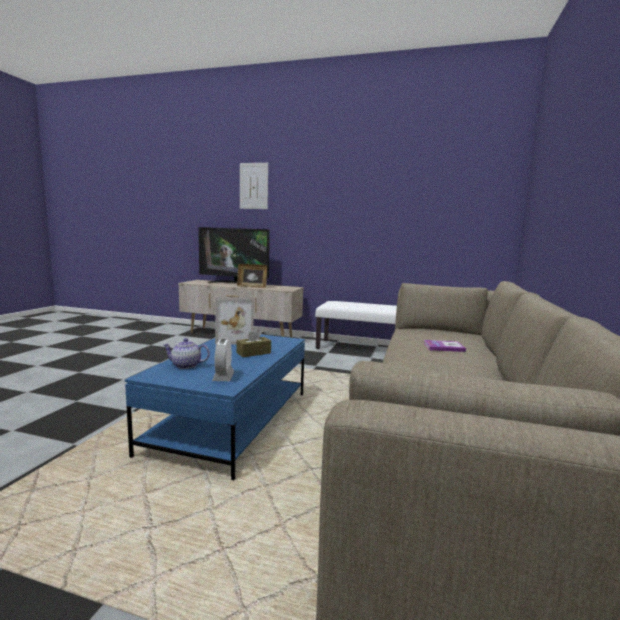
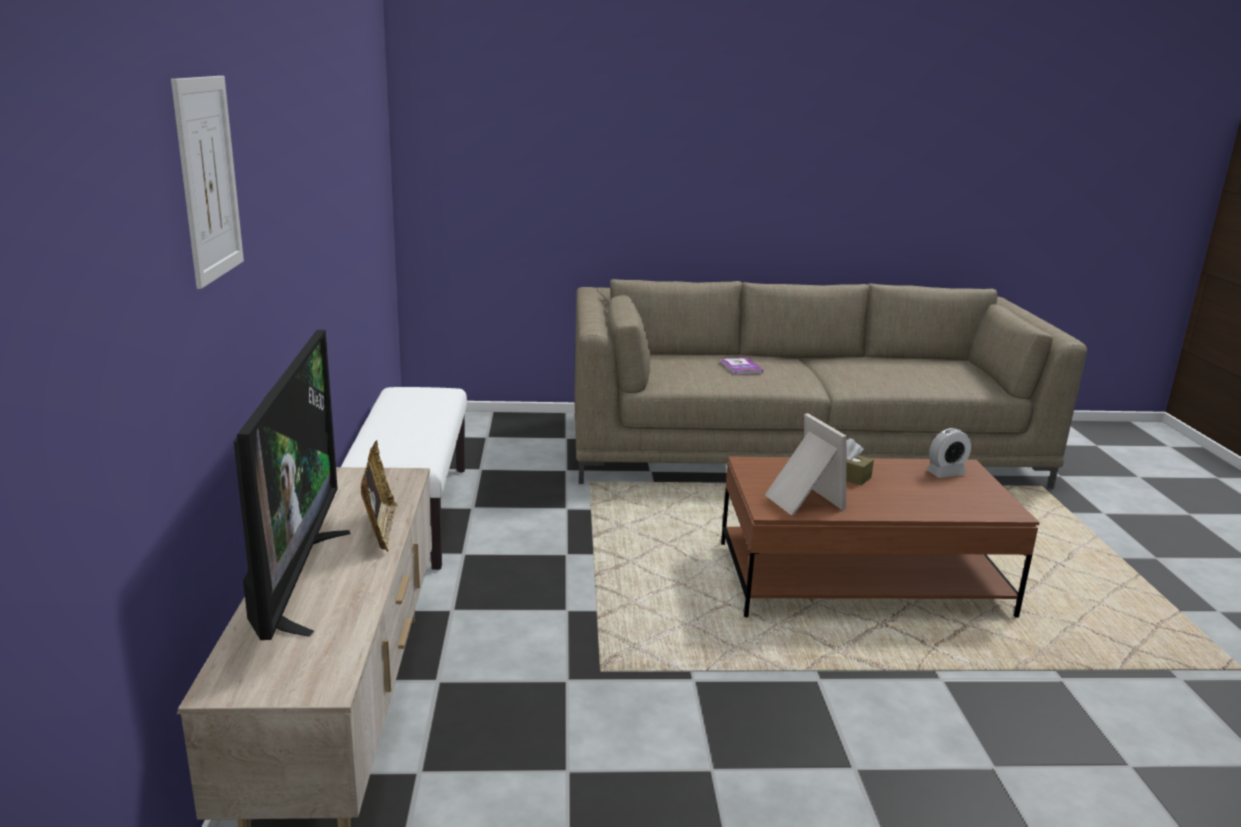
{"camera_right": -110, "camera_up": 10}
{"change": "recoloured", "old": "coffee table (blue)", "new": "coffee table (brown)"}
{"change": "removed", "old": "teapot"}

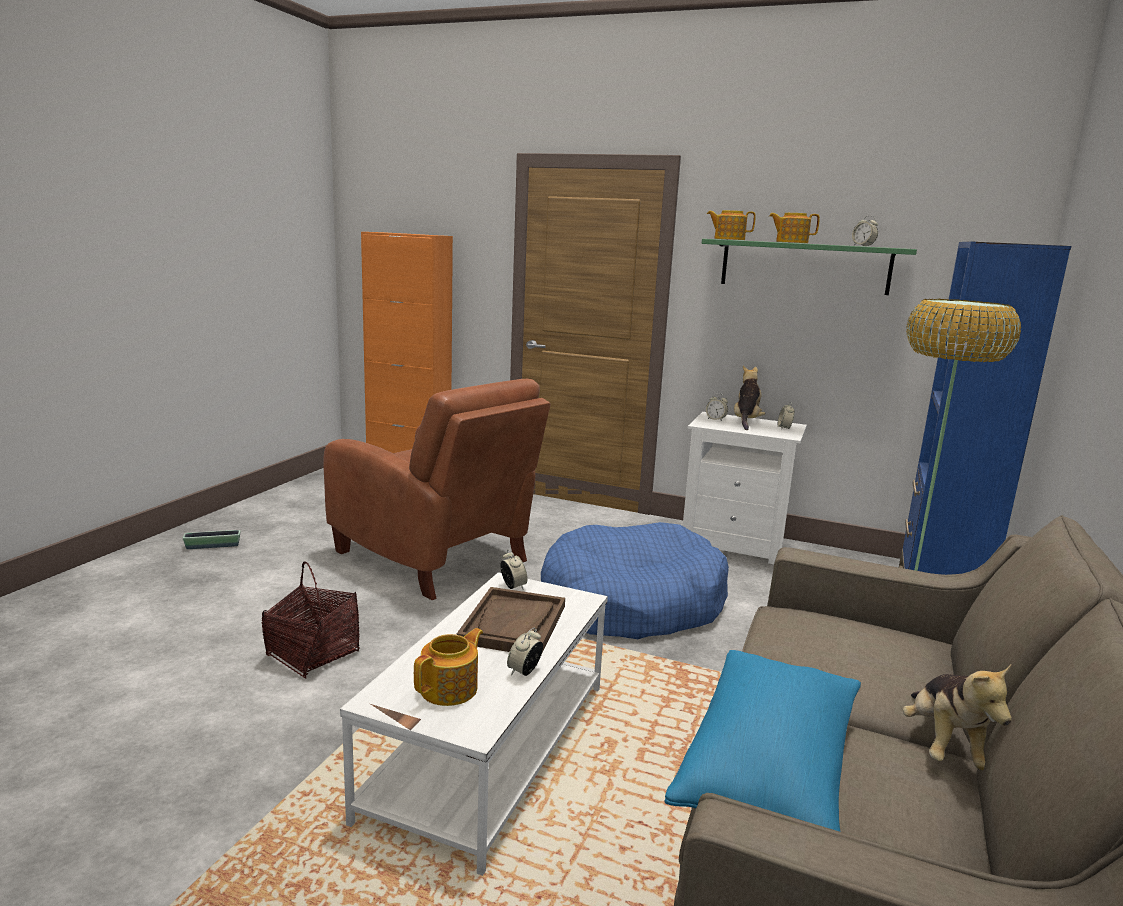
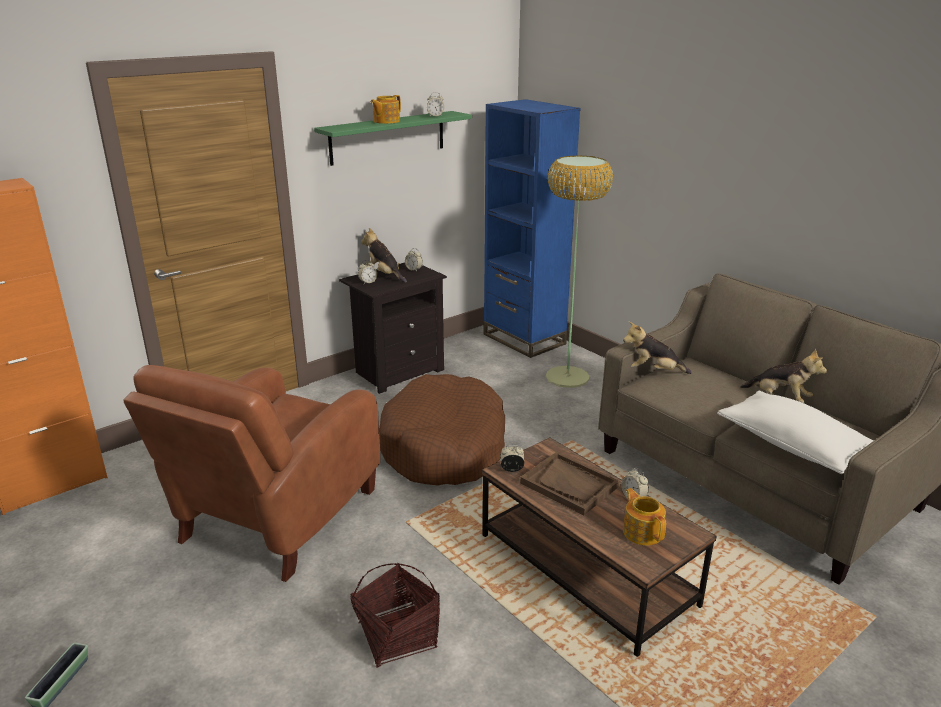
{"camera_right": -60, "camera_up": 10}
{"change": "turned", "old": "armchair (brown)", "degrees": 135}
{"change": "recoloured", "old": "nightstand (white)", "new": "nightstand (black)"}
{"change": "recoloured", "old": "dog bed (blue)", "new": "dog bed (brown)"}
{"change": "recoloured", "old": "coffee table (white)", "new": "coffee table (brown)"}
{"change": "added", "new": "plush toy (2nd from left)"}
{"change": "recoloured", "old": "pillow (blue)", "new": "pillow (white)"}
{"change": "removed", "old": "teapot (2nd from left)"}

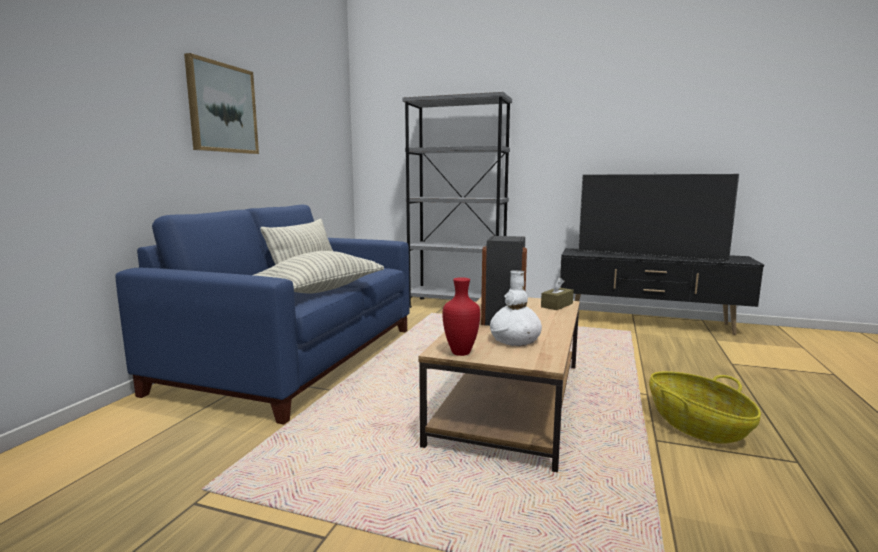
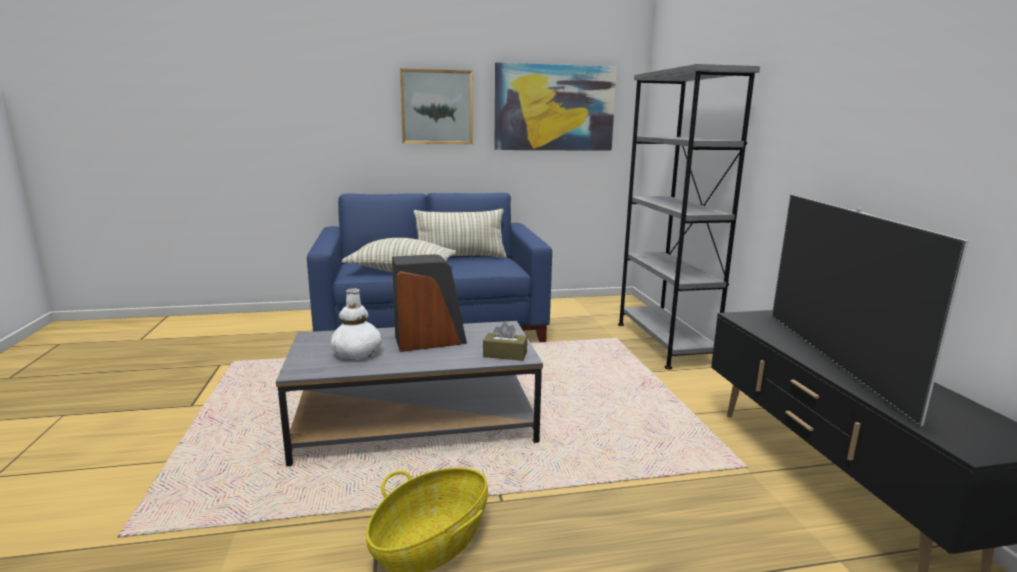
{"camera_right": 60, "camera_up": 5}
{"change": "recoloured", "old": "coffee table (brown)", "new": "coffee table (grey)"}
{"change": "added", "new": "picture (2nd from left)"}
{"change": "removed", "old": "vase (red)"}

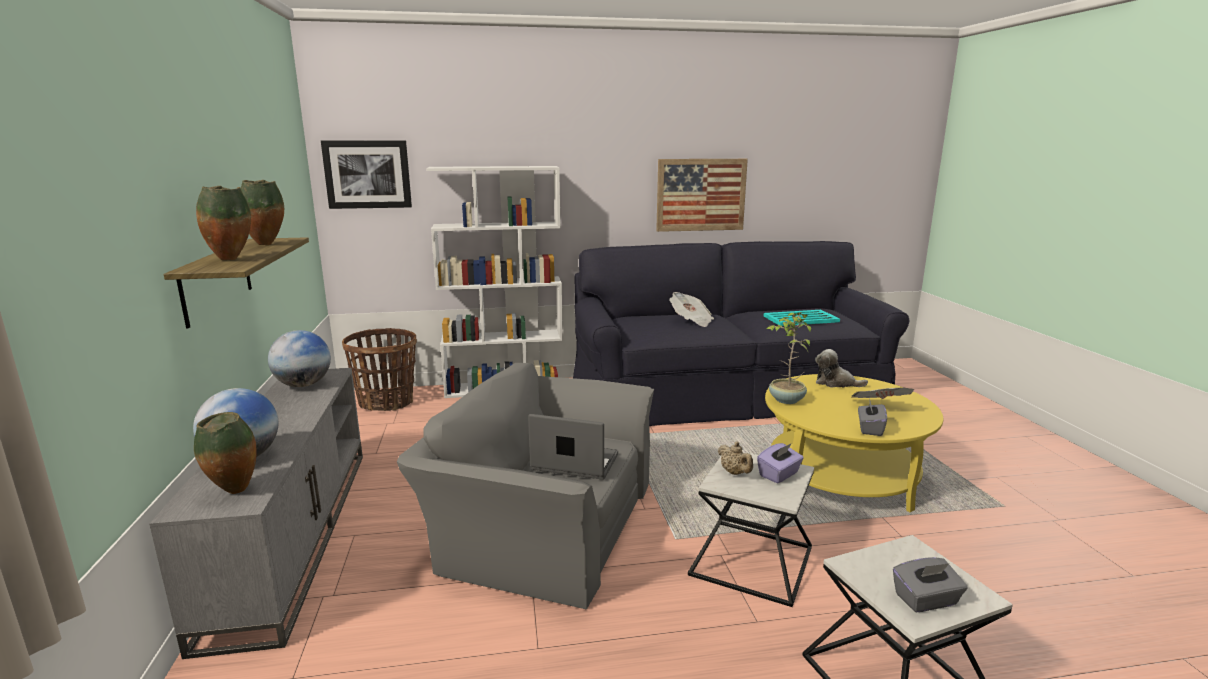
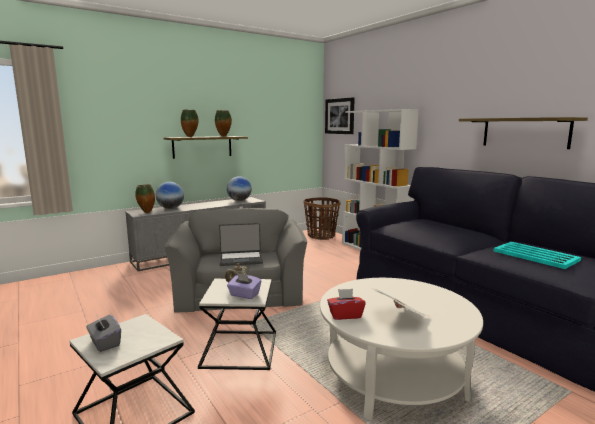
{"camera_right": 65, "camera_up": -5}
{"change": "turned", "old": "laptop", "degrees": 90}
{"change": "recoloured", "old": "coffee table (yellow)", "new": "coffee table (white)"}
{"change": "recoloured", "old": "tissue box (grey) (1st from left)", "new": "tissue box (red)"}
{"change": "replaced", "old": "picture (2nd from left)", "new": "shelf (2nd from left)"}
{"change": "removed", "old": "newspaper (1st from left)"}
{"change": "removed", "old": "potted plant"}
{"change": "removed", "old": "plush toy"}

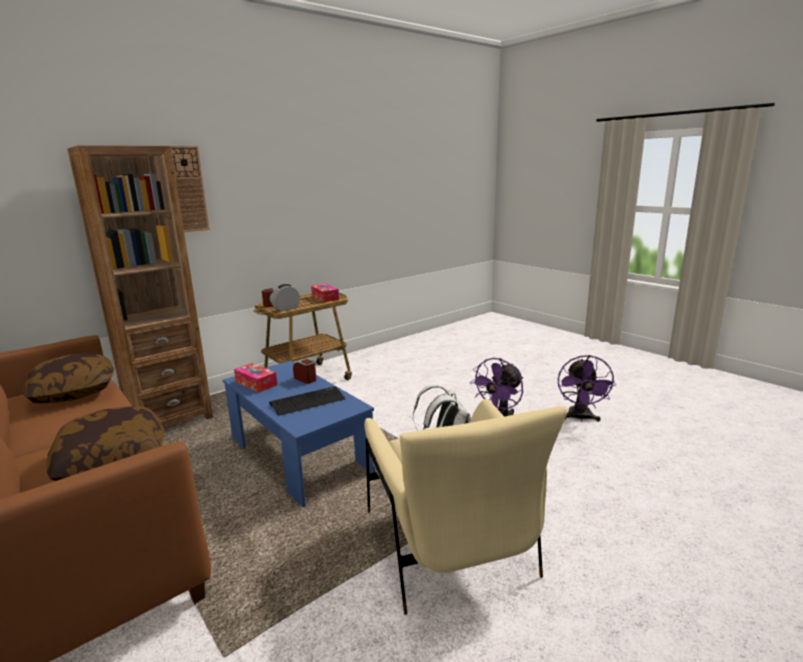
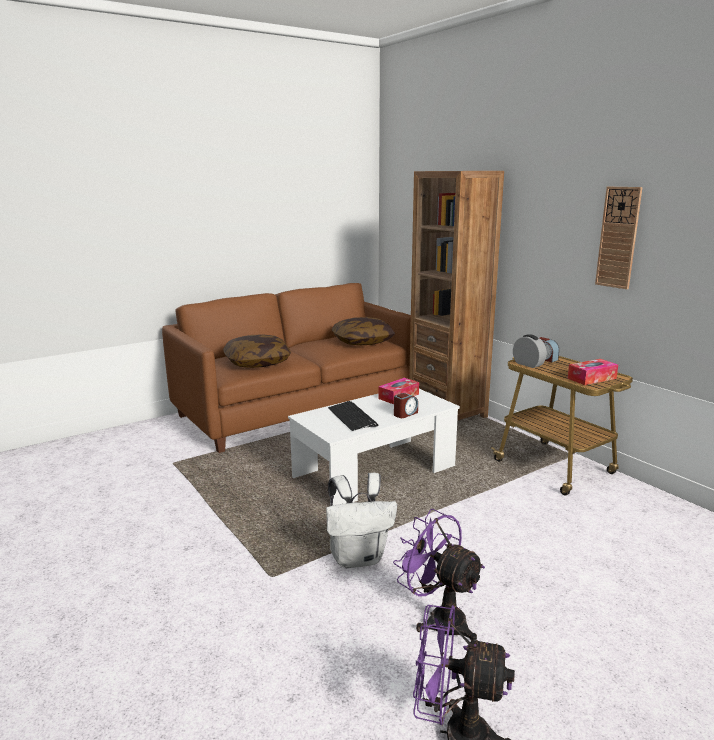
{"camera_right": 95, "camera_up": 0}
{"change": "recoloured", "old": "coffee table (blue)", "new": "coffee table (white)"}
{"change": "moved", "old": "wall clock"}
{"change": "removed", "old": "armchair (beige)"}

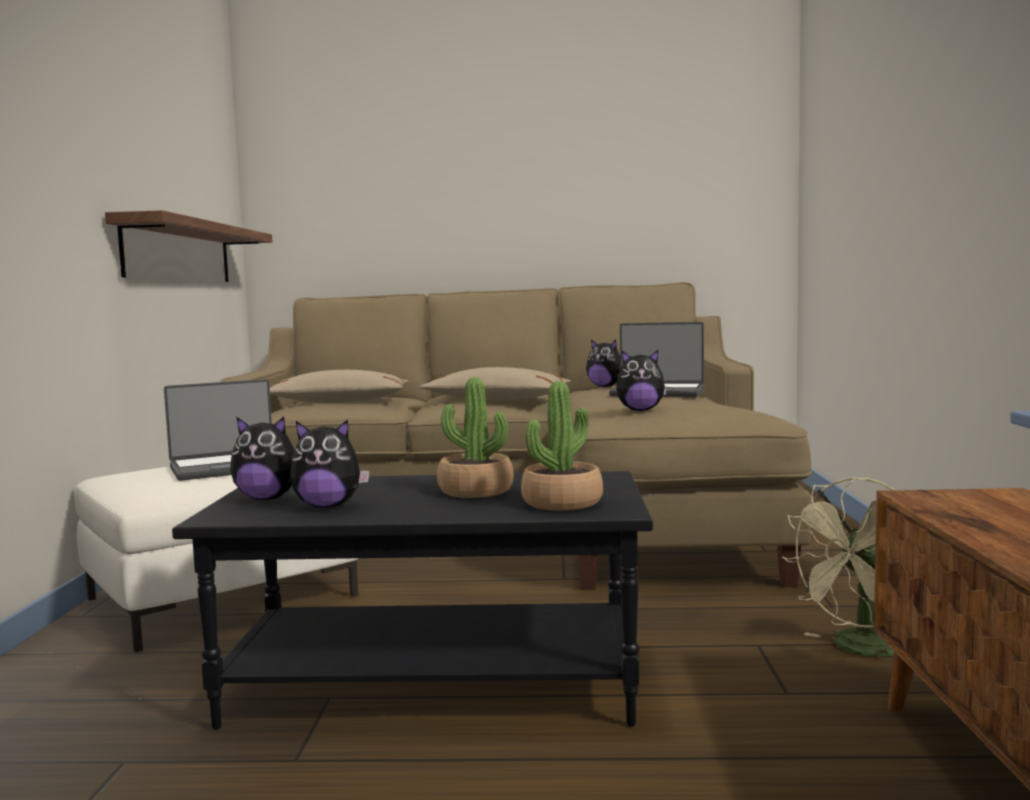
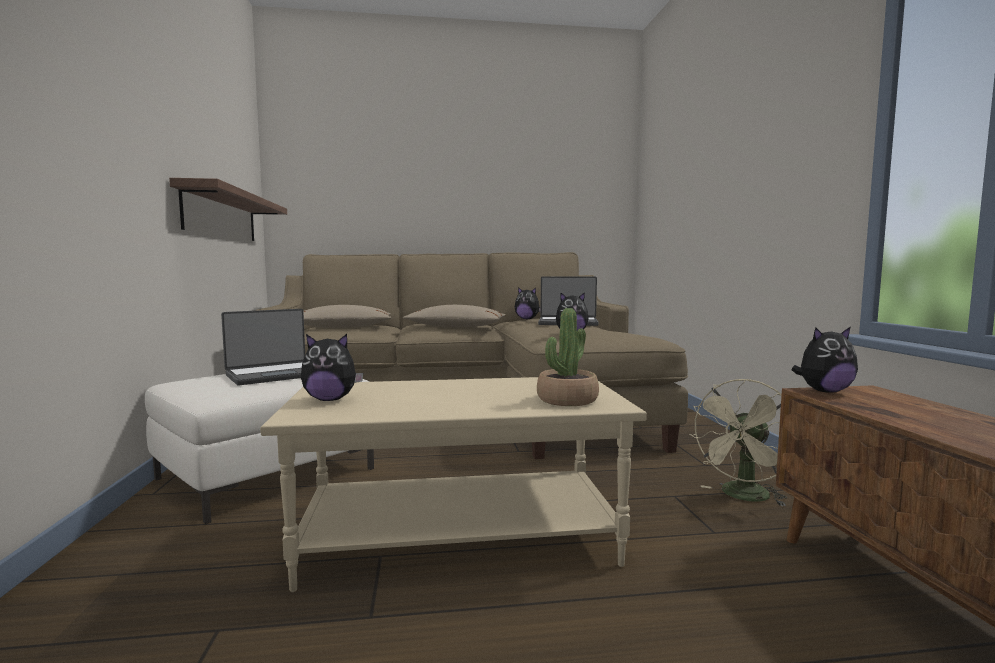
{"camera_right": -10, "camera_up": 0}
{"change": "recoloured", "old": "coffee table (black)", "new": "coffee table (beige)"}
{"change": "moved", "old": "plush toy (2nd from left in the first image)", "new": "plush toy (4th from left)"}
{"change": "removed", "old": "potted plant (1st from left)"}

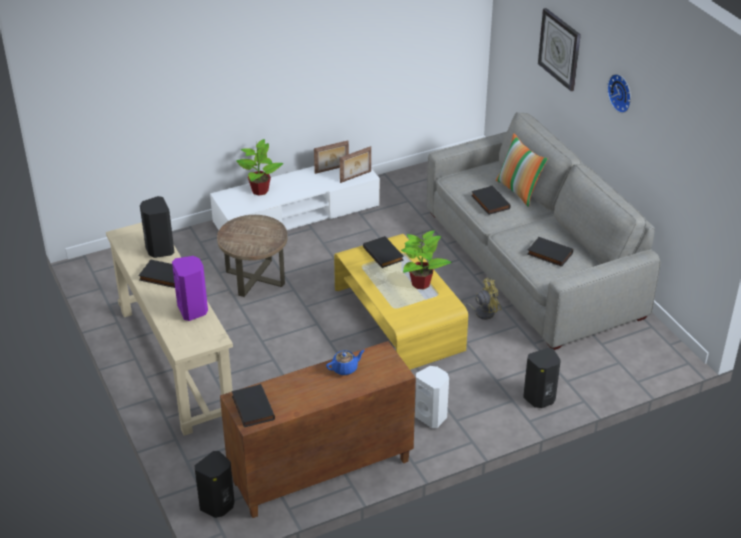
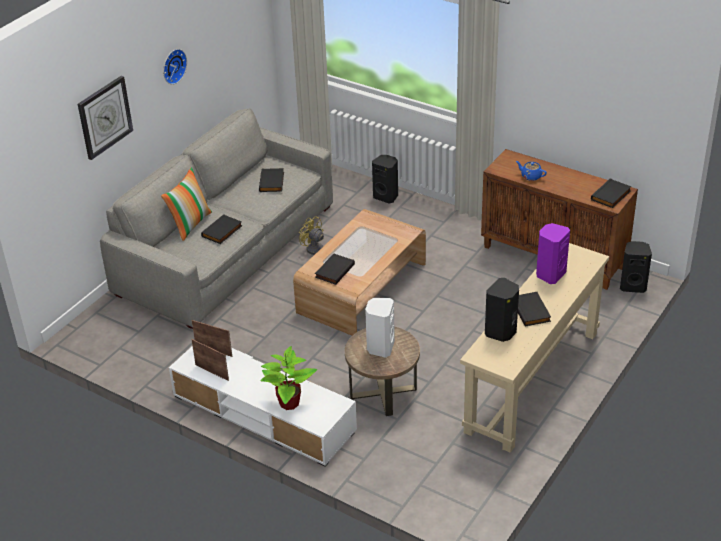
{"camera_right": -120, "camera_up": 0}
{"change": "recoloured", "old": "coffee table (yellow)", "new": "coffee table (brown)"}
{"change": "moved", "old": "speaker (white)"}
{"change": "removed", "old": "potted plant (2nd from left)"}

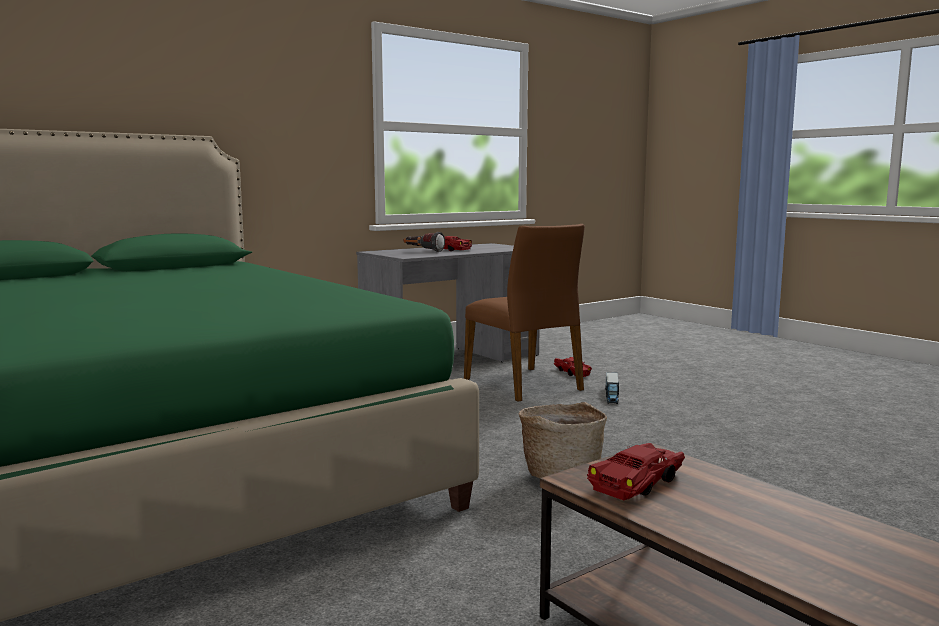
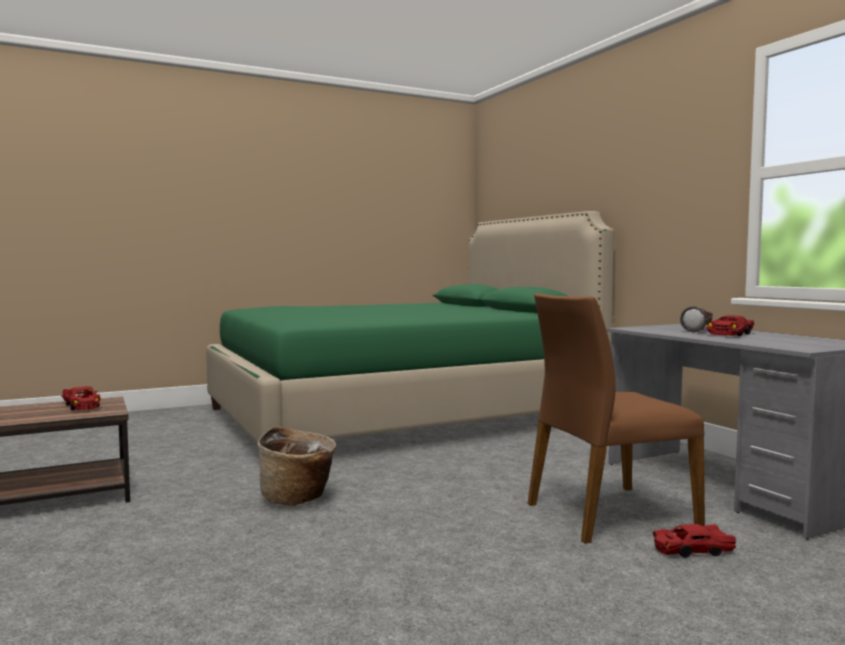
{"camera_right": 100, "camera_up": -5}
{"change": "removed", "old": "toy truck"}

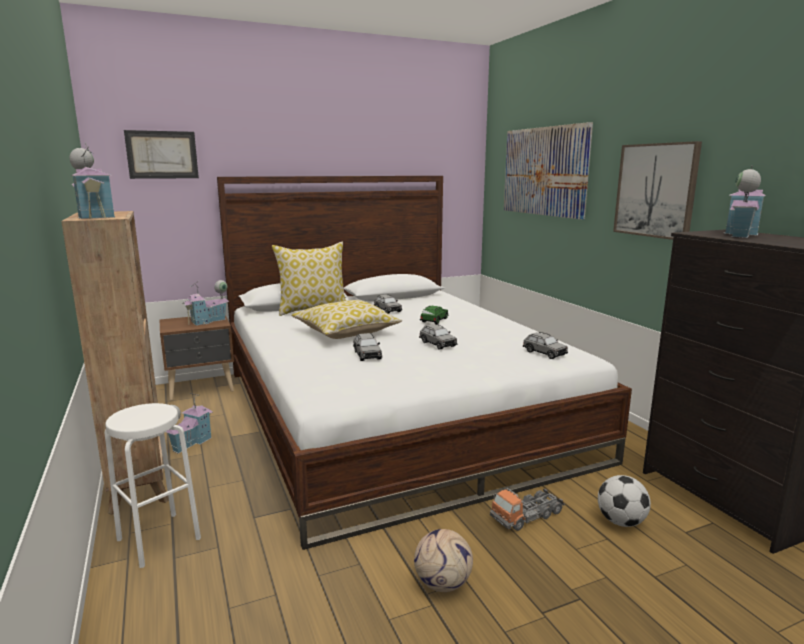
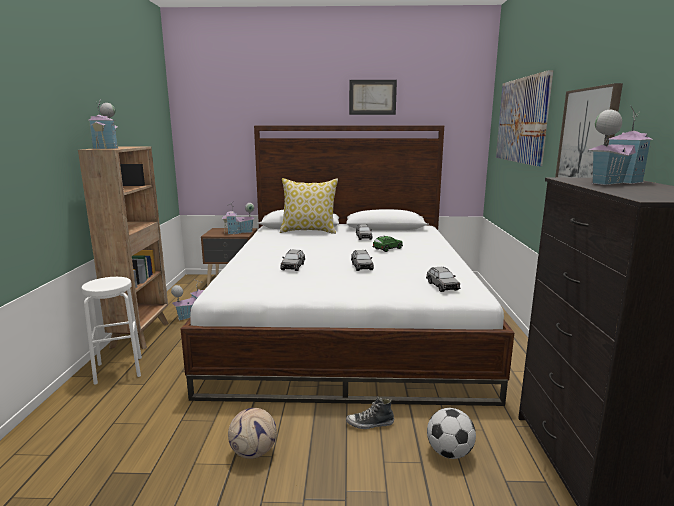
{"camera_right": 25, "camera_up": 0}
{"change": "replaced", "old": "toy truck", "new": "shoe"}
{"change": "moved", "old": "picture (1st from left)"}
{"change": "removed", "old": "pillow (2nd from left)"}

